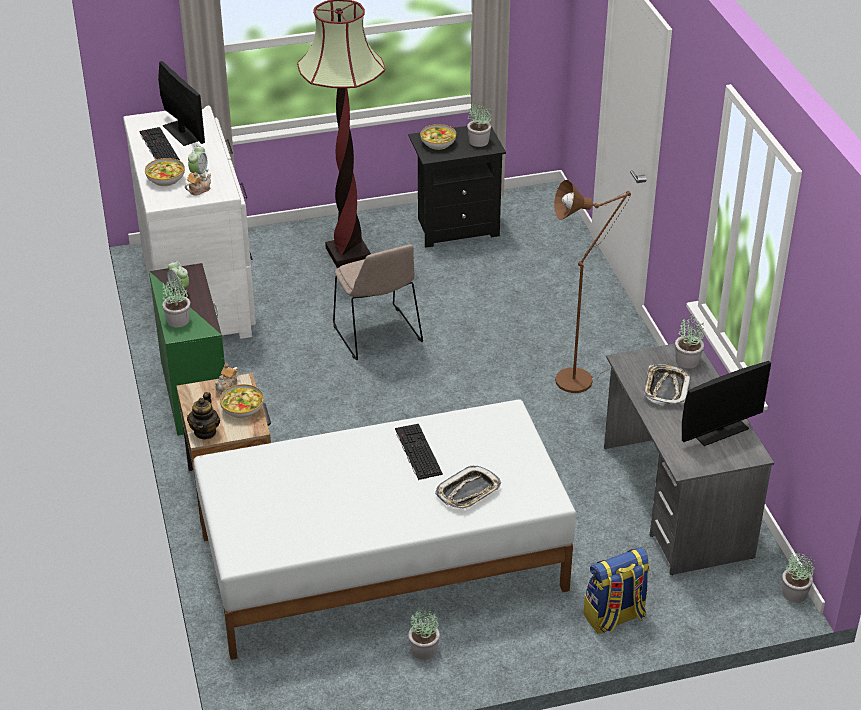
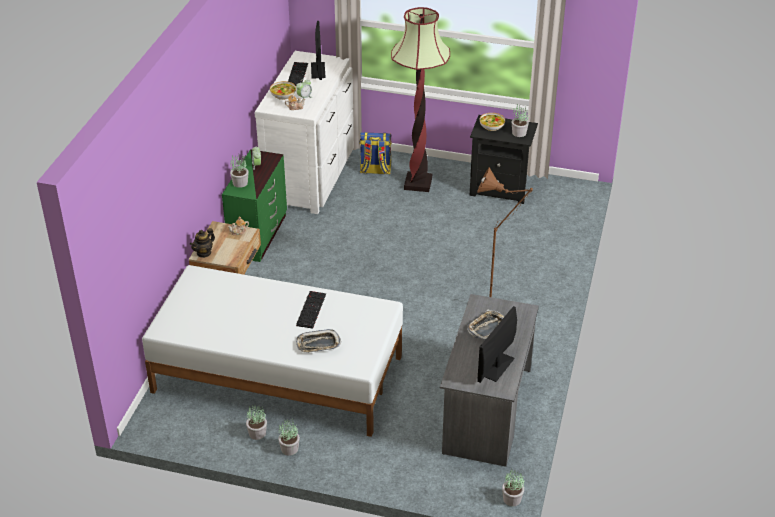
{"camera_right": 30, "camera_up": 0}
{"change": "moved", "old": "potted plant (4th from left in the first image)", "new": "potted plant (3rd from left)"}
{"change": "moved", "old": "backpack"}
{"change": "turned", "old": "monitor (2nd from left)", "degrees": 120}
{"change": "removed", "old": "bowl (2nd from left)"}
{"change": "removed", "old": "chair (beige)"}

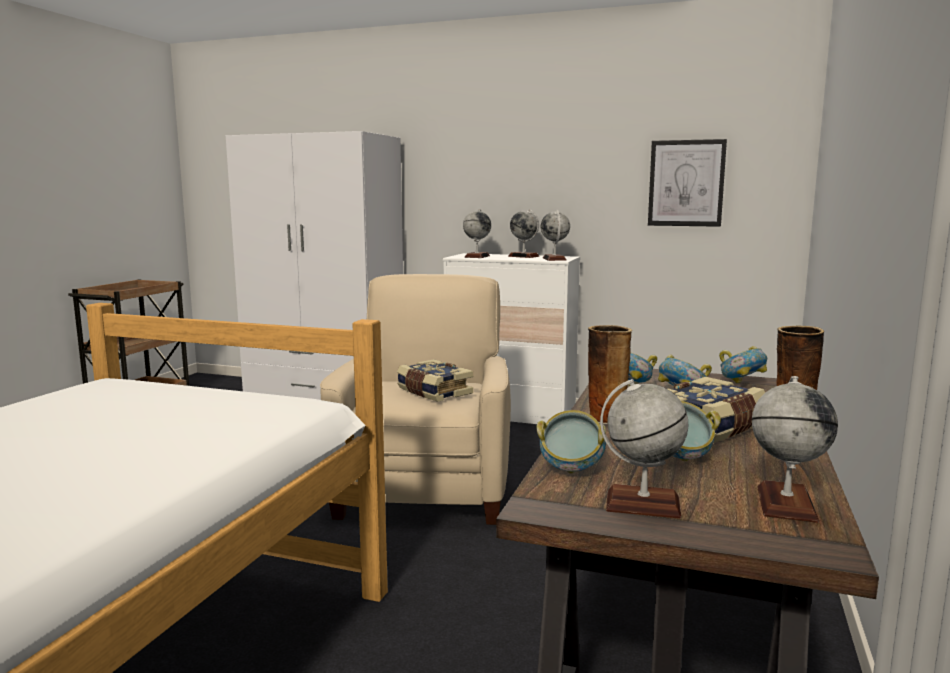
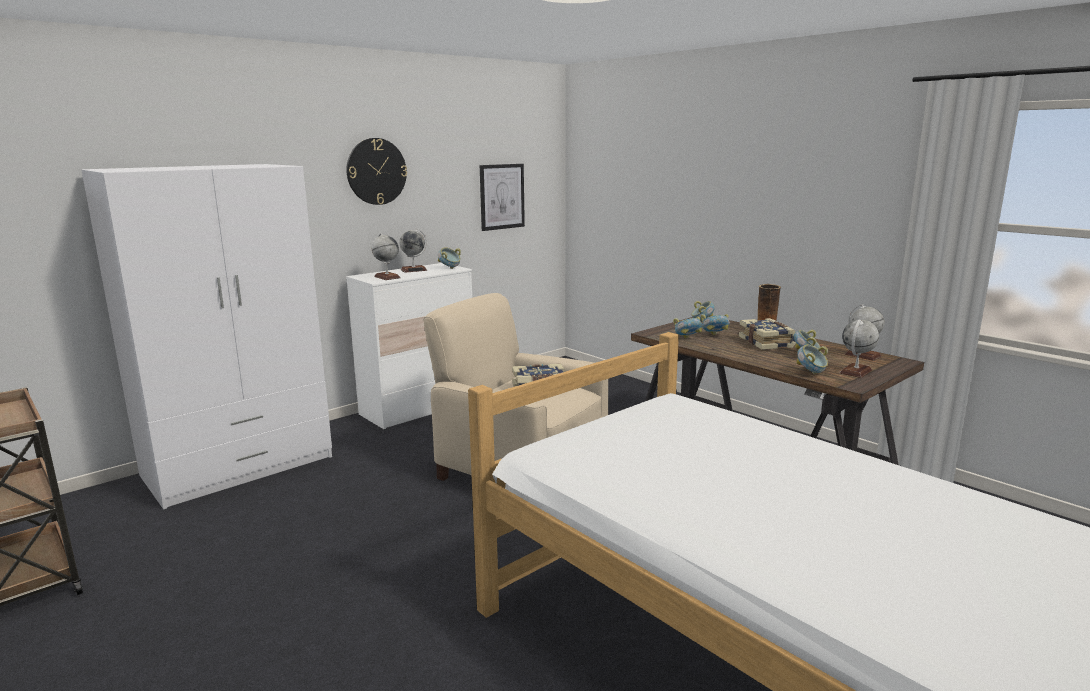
{"camera_right": -60, "camera_up": 5}
{"change": "added", "new": "wall clock"}
{"change": "replaced", "old": "globe (3rd from left)", "new": "bowl (1st from left)"}
{"change": "removed", "old": "vase (1st from left)"}

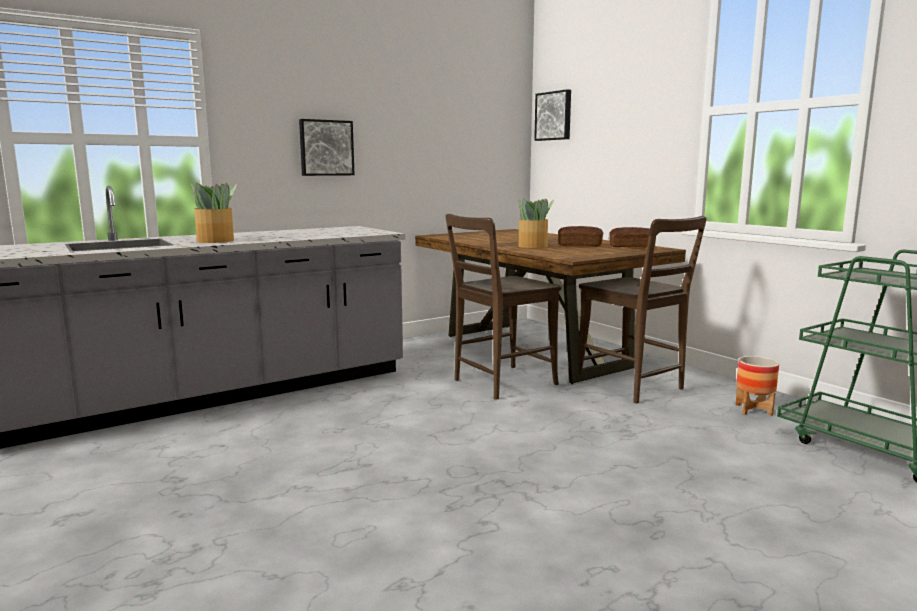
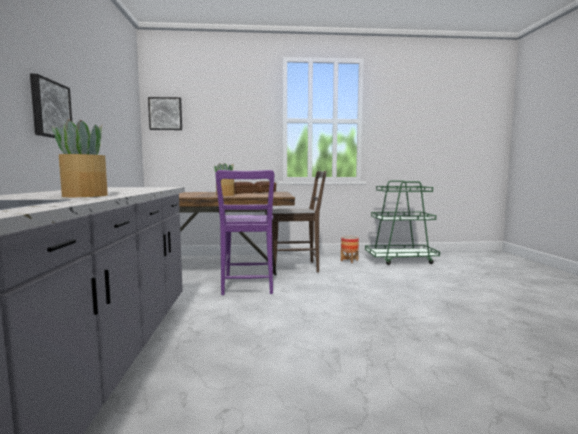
{"camera_right": -60, "camera_up": -5}
{"change": "recoloured", "old": "chair (brown) (1st from left)", "new": "chair (purple)"}

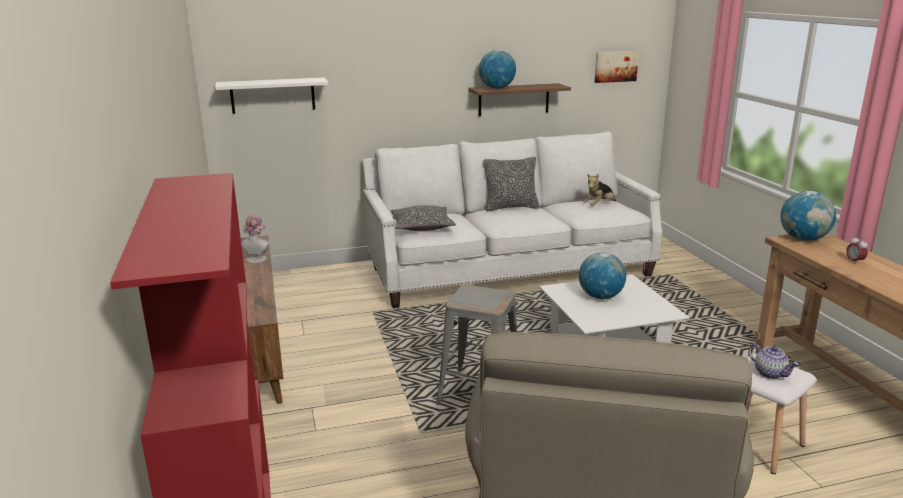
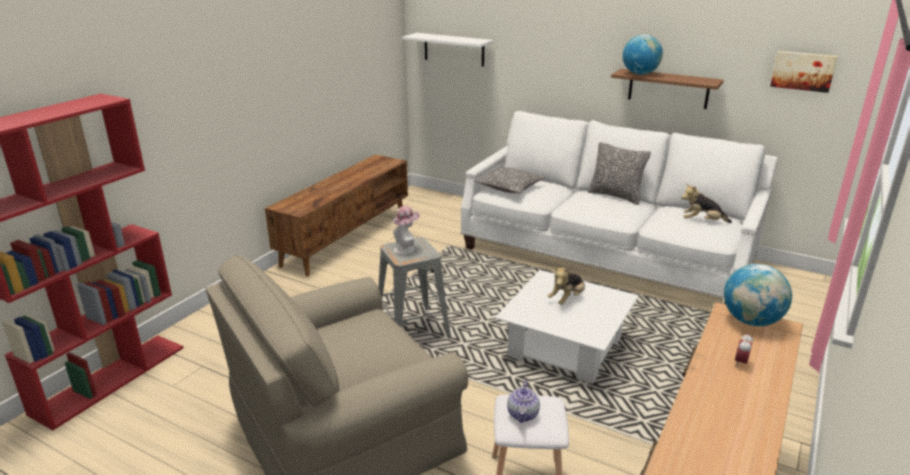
{"camera_right": 45, "camera_up": 5}
{"change": "moved", "old": "hat"}
{"change": "replaced", "old": "globe (2nd from left)", "new": "plush toy (1st from left)"}

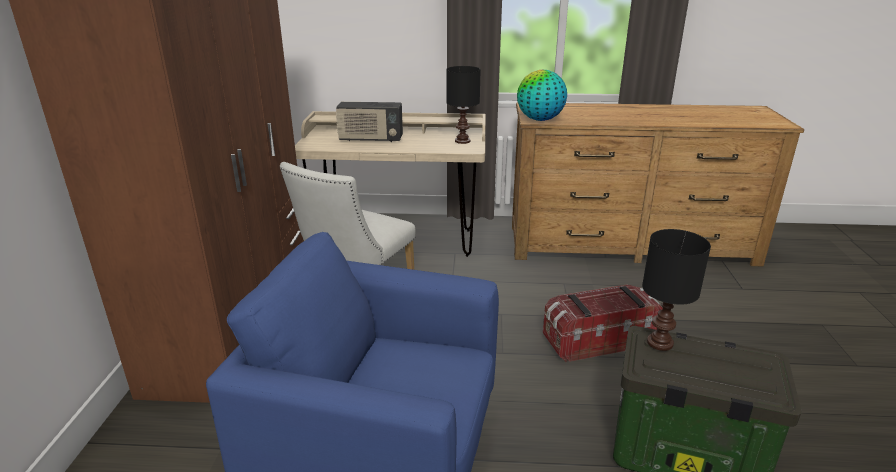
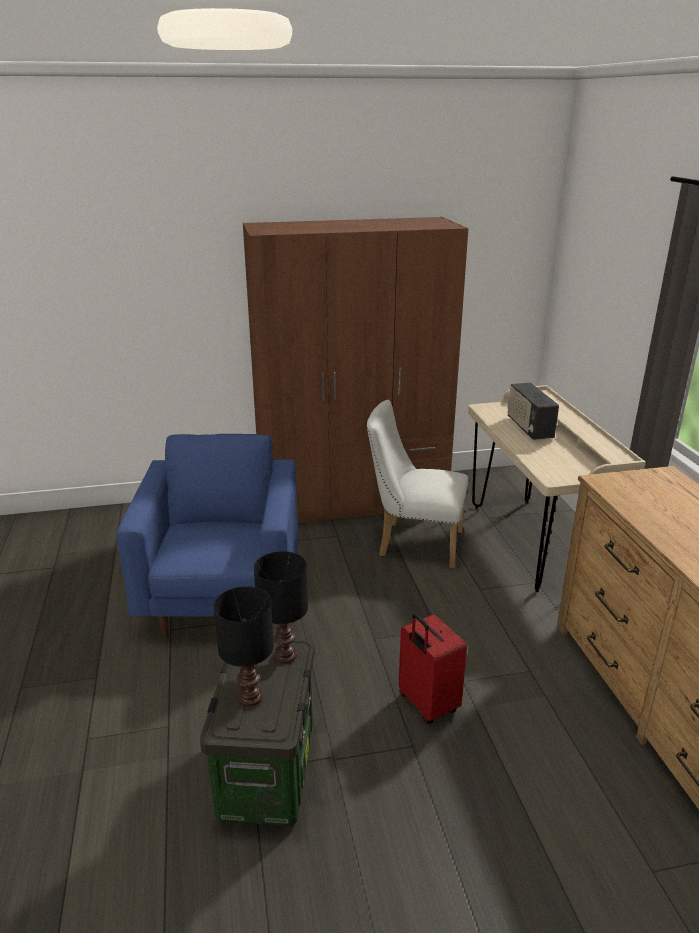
{"camera_right": 75, "camera_up": 0}
{"change": "moved", "old": "table lamp (black) (1st from left)"}
{"change": "replaced", "old": "storage box (1st from left)", "new": "suitcase (red)"}
{"change": "removed", "old": "globe"}

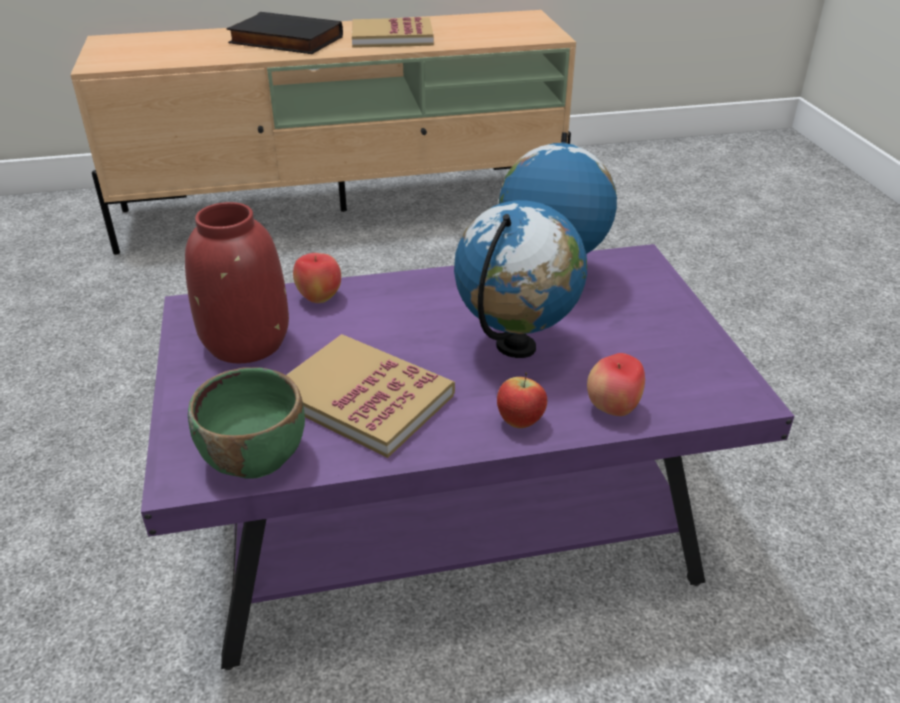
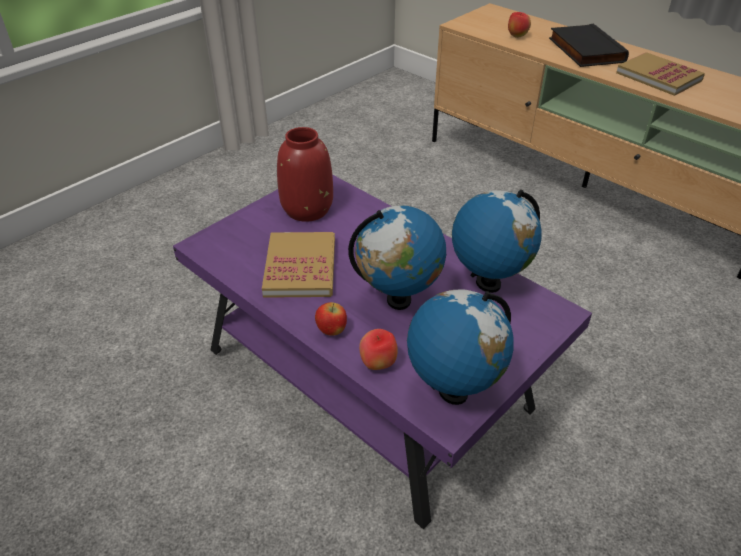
{"camera_right": 55, "camera_up": 5}
{"change": "added", "new": "globe (2nd from left)"}
{"change": "moved", "old": "apple (1st from left in the first image)", "new": "apple (3rd from left)"}
{"change": "removed", "old": "bowl (green)"}

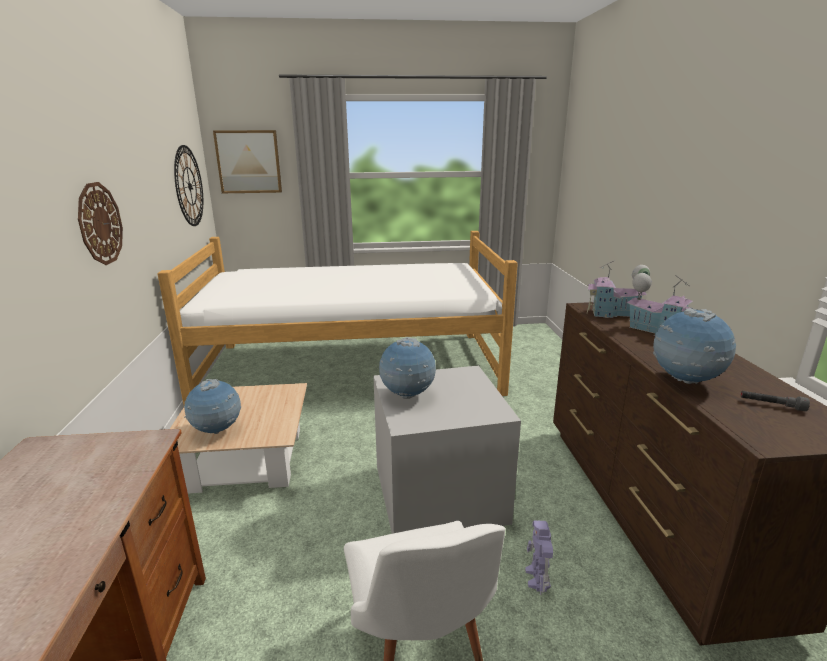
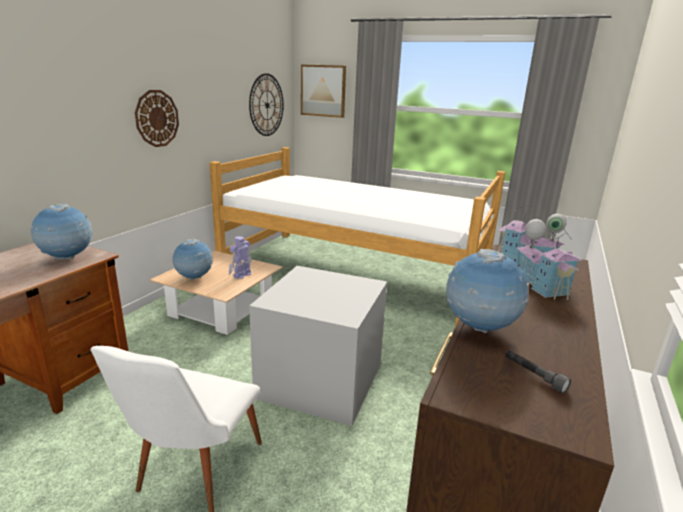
{"camera_right": 30, "camera_up": 0}
{"change": "moved", "old": "globe (2nd from left in the first image)", "new": "globe (1st from left)"}
{"change": "moved", "old": "toy robot"}

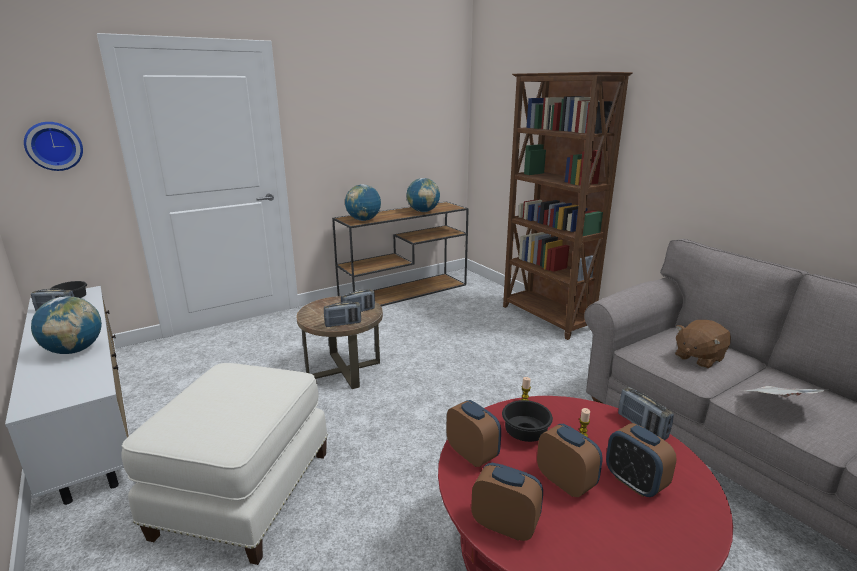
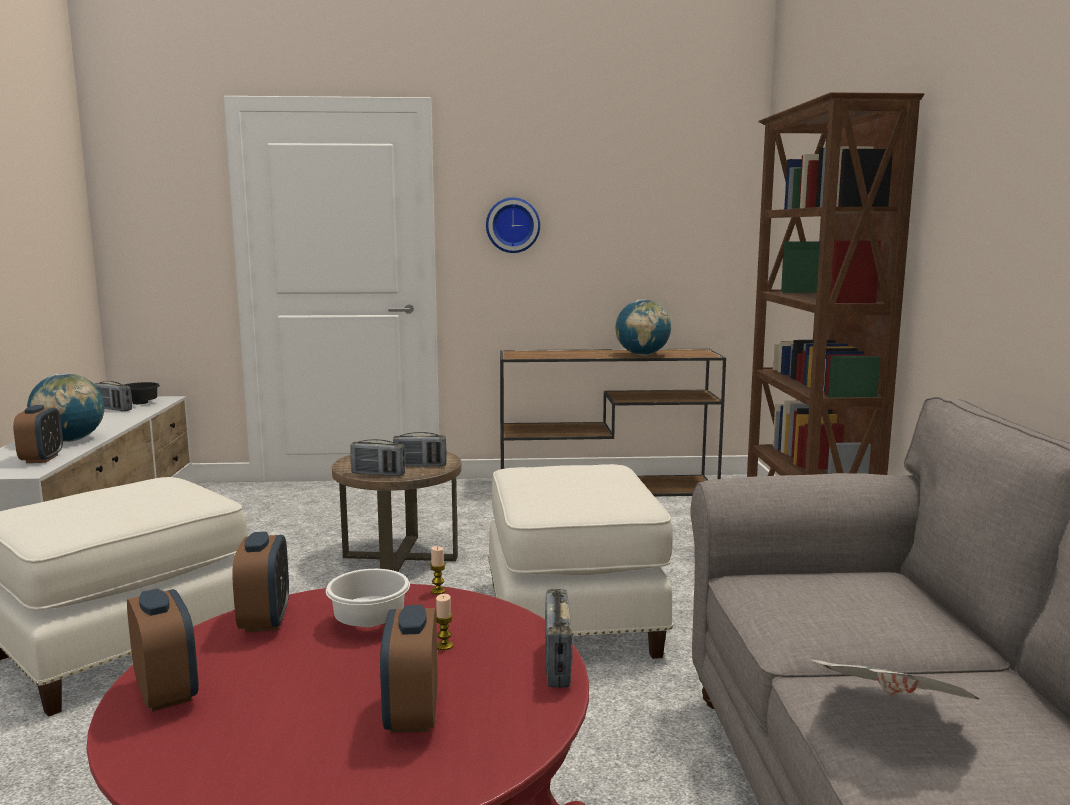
{"camera_right": 30, "camera_up": -10}
{"change": "moved", "old": "alarm clock (3rd from left in the first image)", "new": "alarm clock (1st from left)"}
{"change": "recoloured", "old": "bowl (black) (2nd from left)", "new": "bowl (white)"}
{"change": "moved", "old": "wall clock"}
{"change": "added", "new": "ottoman (white) (2nd from left)"}
{"change": "removed", "old": "globe (2nd from left)"}
{"change": "removed", "old": "plush toy (brown)"}

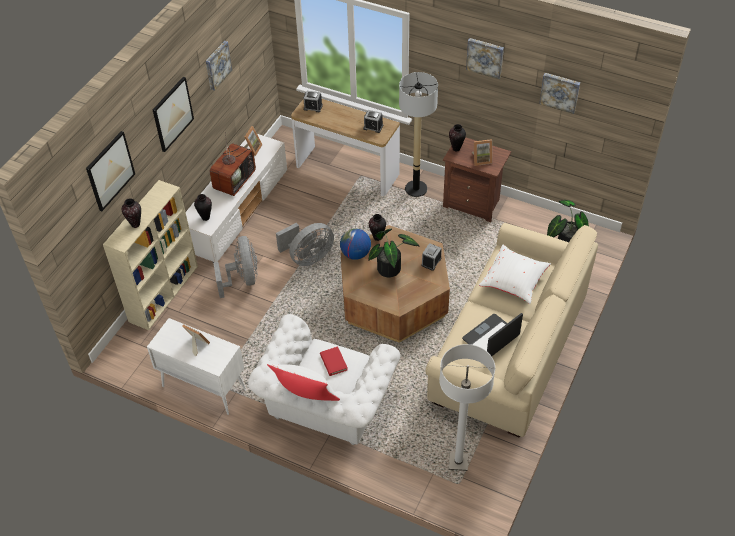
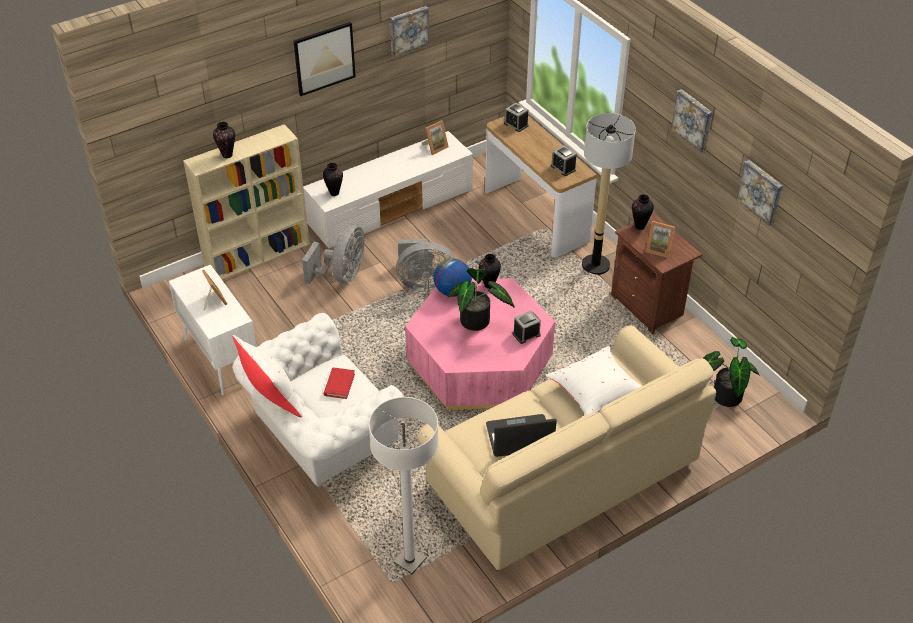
{"camera_right": 30, "camera_up": -5}
{"change": "recoloured", "old": "coffee table (brown)", "new": "coffee table (pink)"}
{"change": "removed", "old": "picture (1st from left)"}
{"change": "removed", "old": "television"}

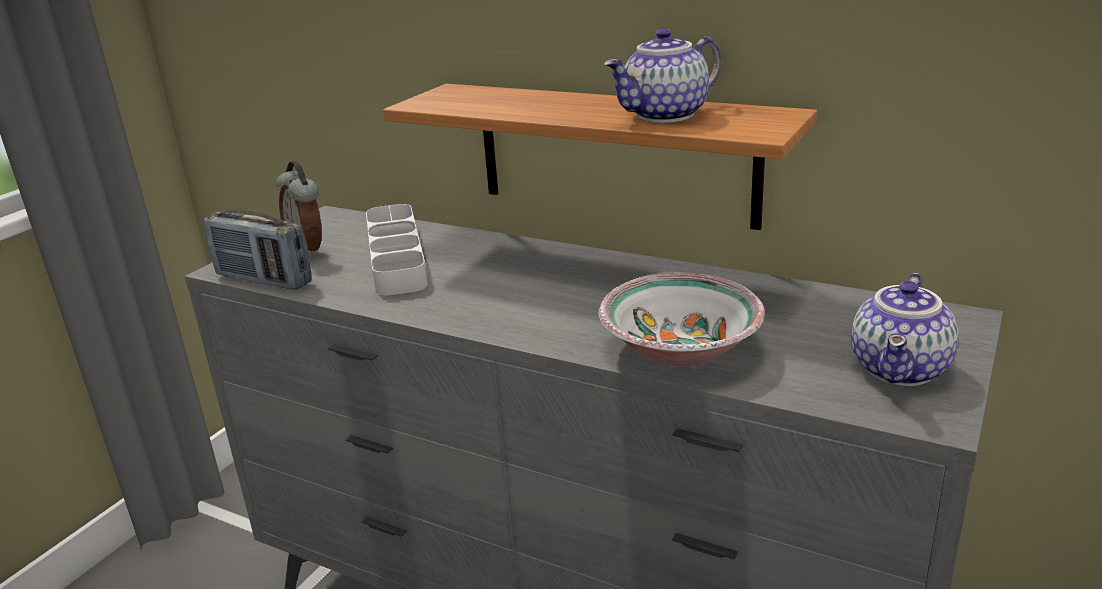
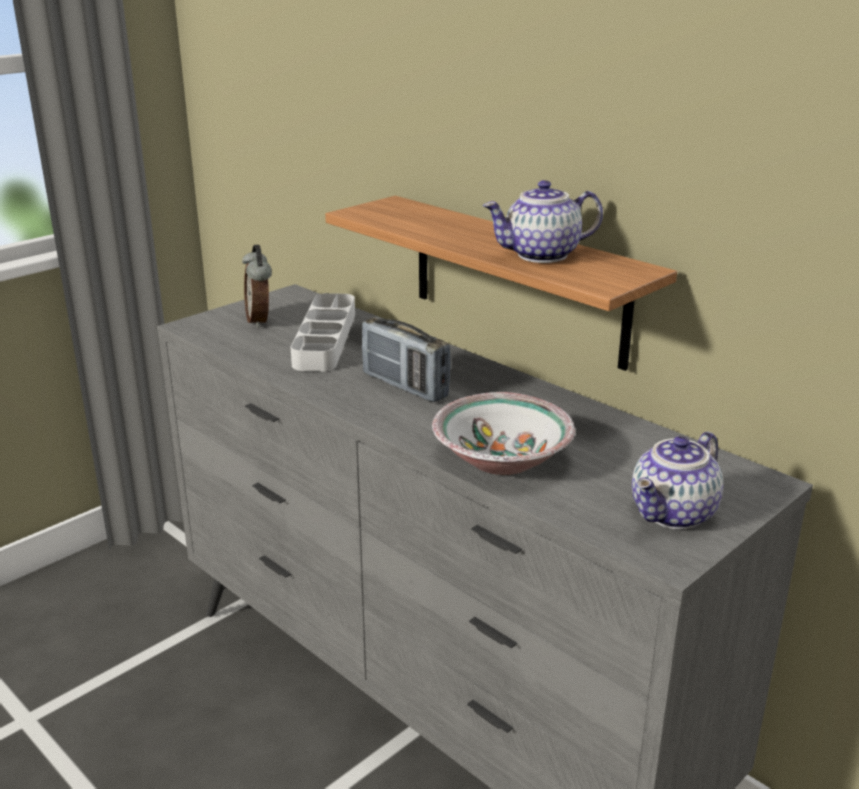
{"camera_right": 15, "camera_up": 0}
{"change": "moved", "old": "radio"}

